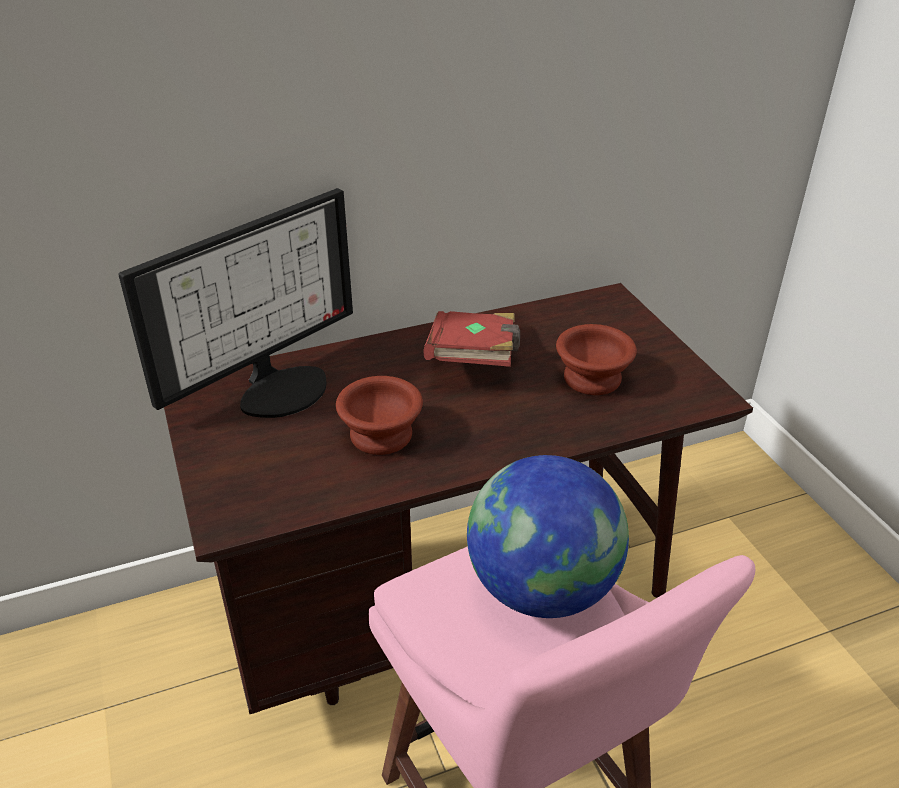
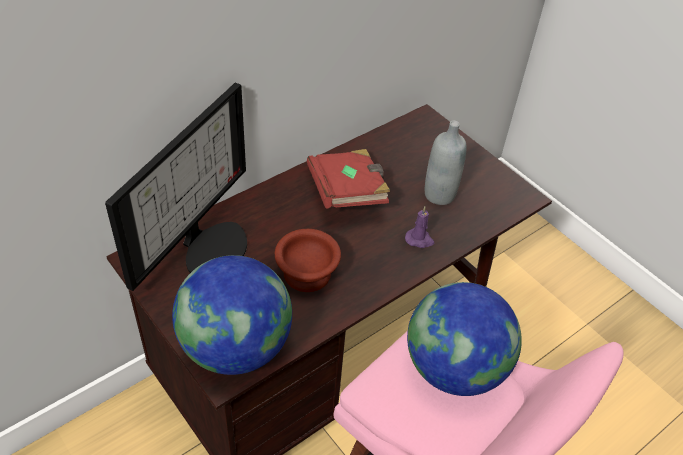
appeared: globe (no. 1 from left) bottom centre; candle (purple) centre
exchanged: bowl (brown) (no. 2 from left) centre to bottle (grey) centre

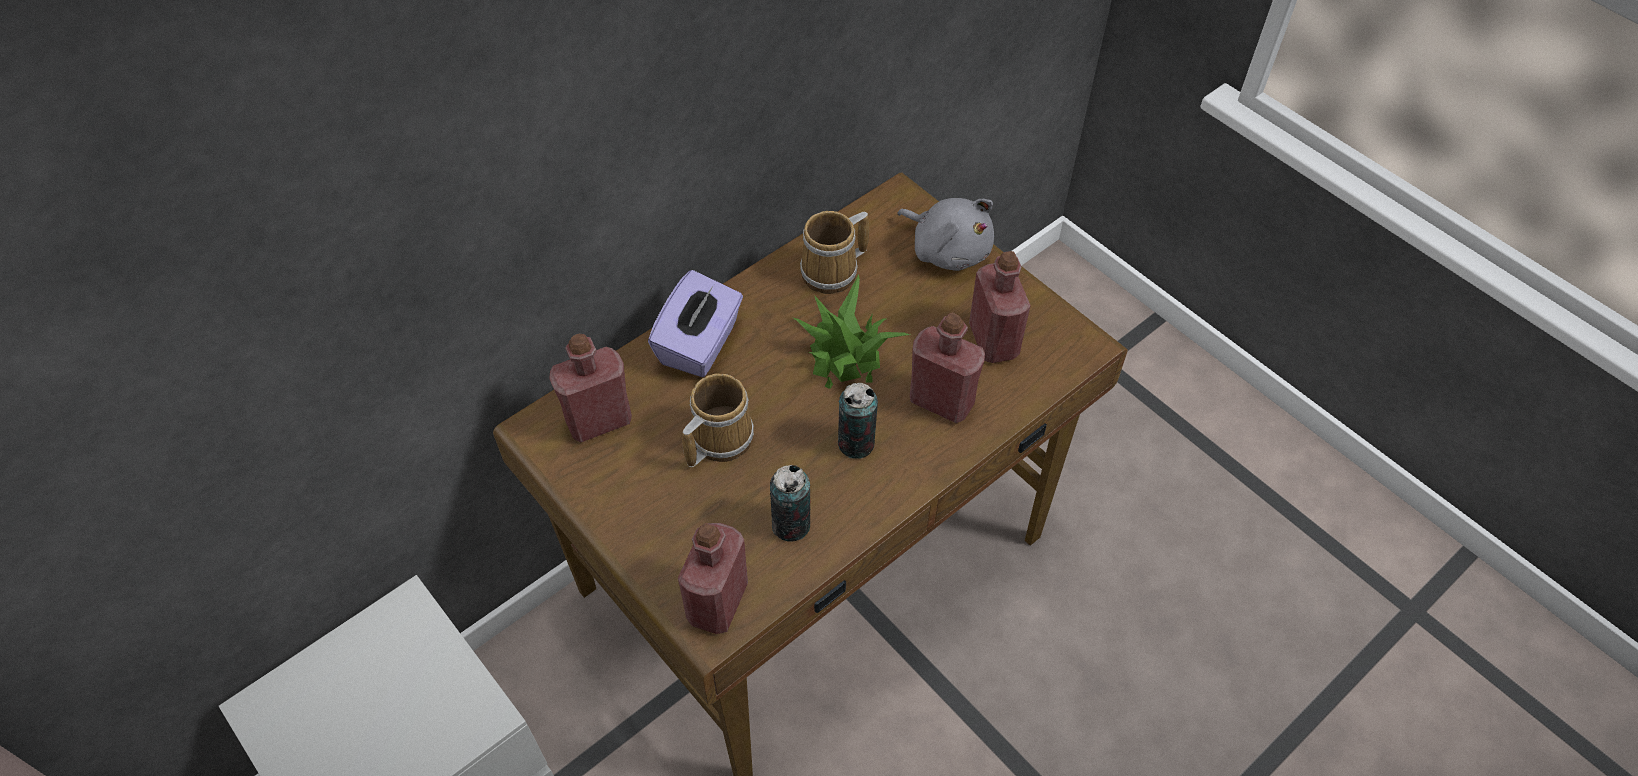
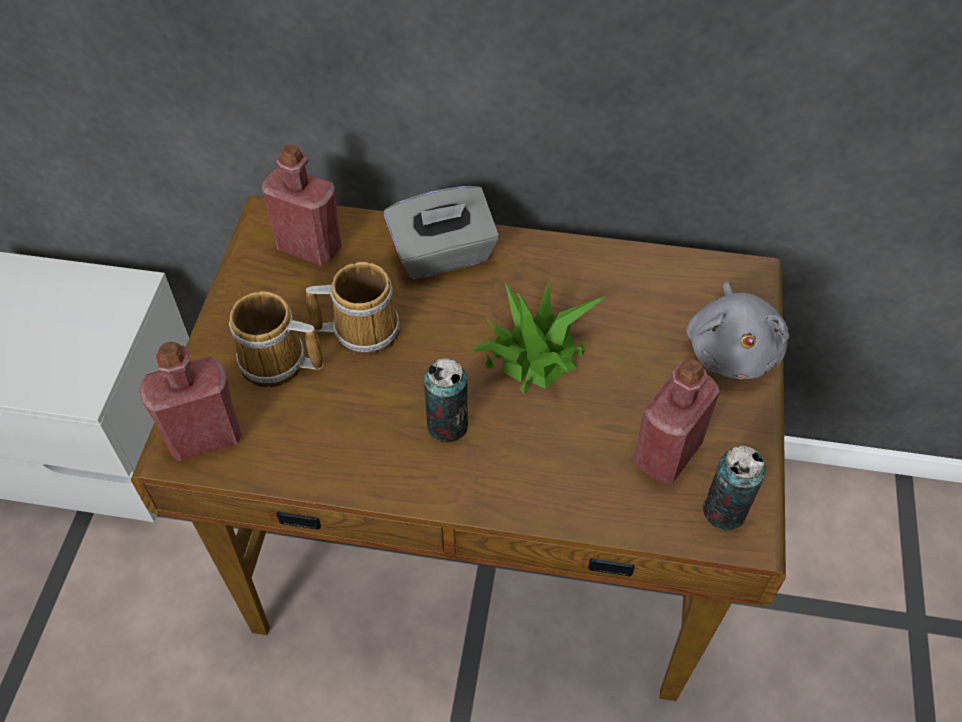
missing: bottle (red) (no. 3 from left) centre
relocated: can (no. 1 from left in the first image) centre to can (no. 2 from left) bottom right; mug (no. 2 from left in the first image) top centre to mug (no. 1 from left) middle left
colour: tissue box (purple) centre to tissue box (grey) top centre

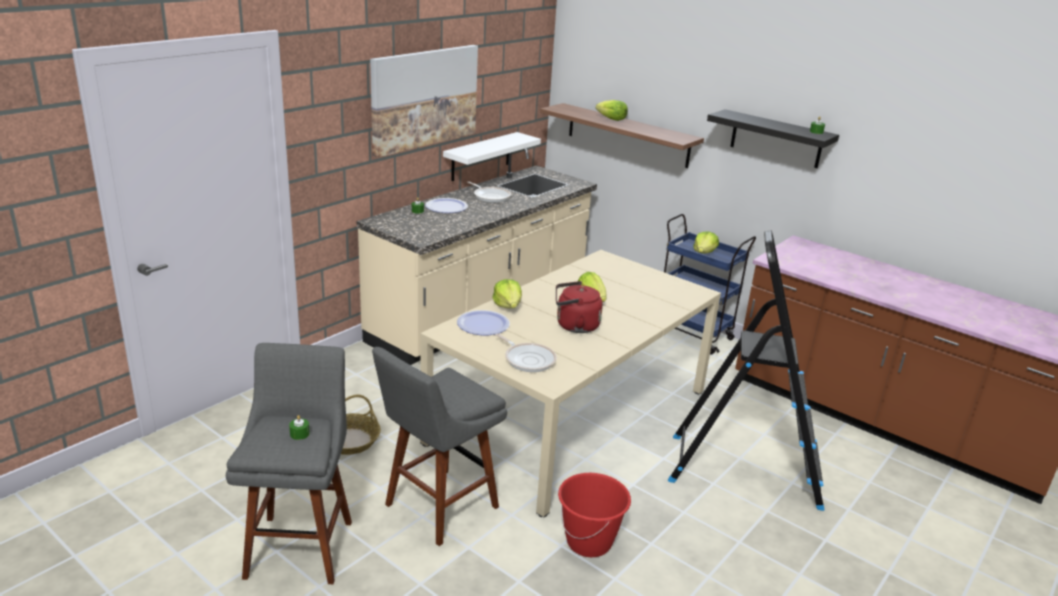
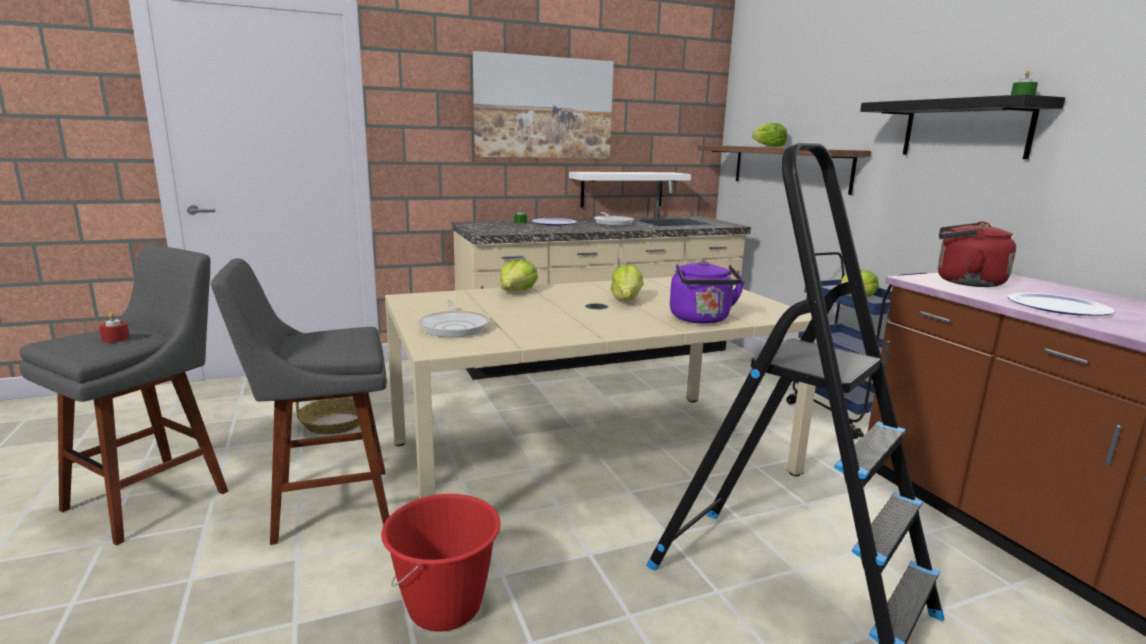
appeared: kettle (purple) centre
relocated: plate (no. 2 from left) centre to middle right; kettle (red) centre to middle right
colour: candle (green) (no. 1 from left) bottom left to candle (red) middle left

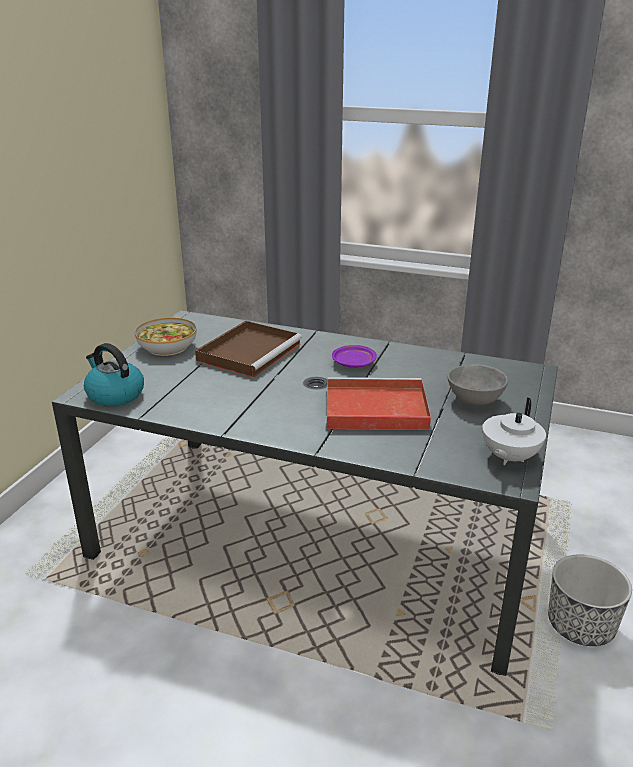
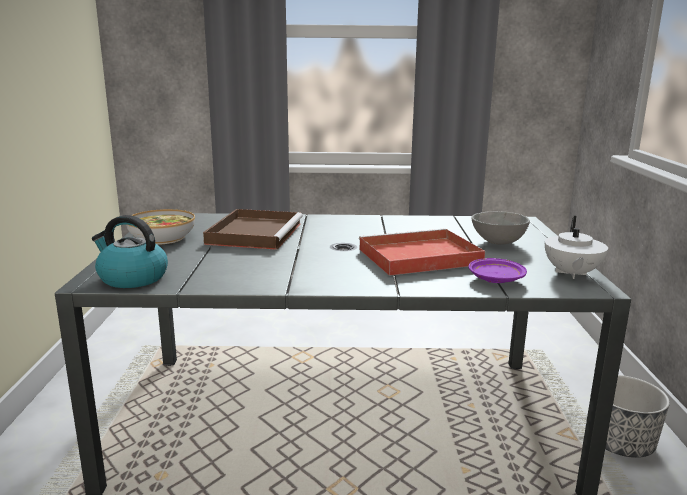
relocated: plate (purple) centre to middle right

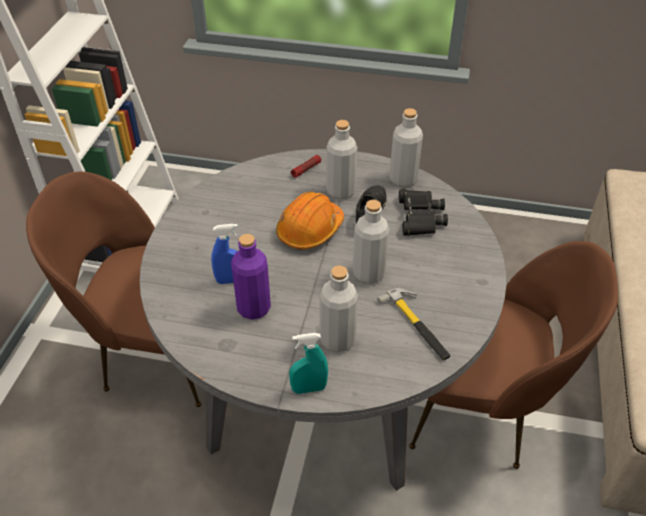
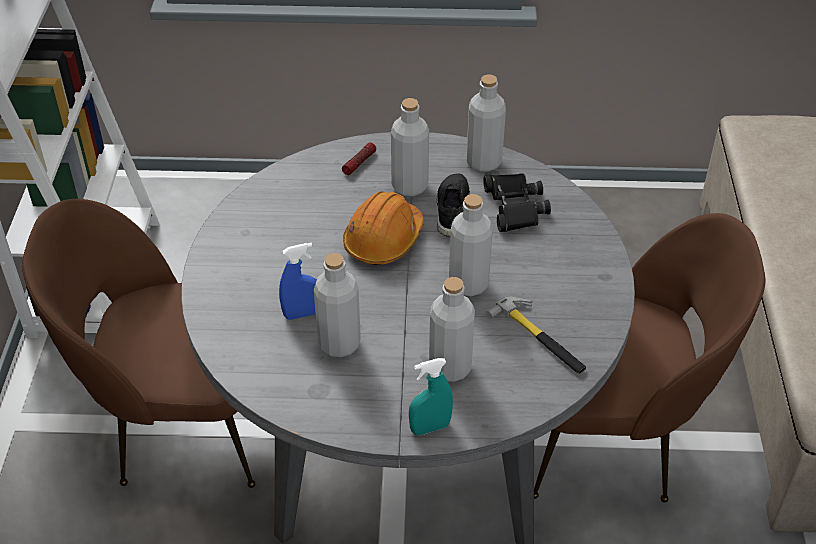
colour: bottle (purple) centre to bottle (grey) (no. 1 from left) centre

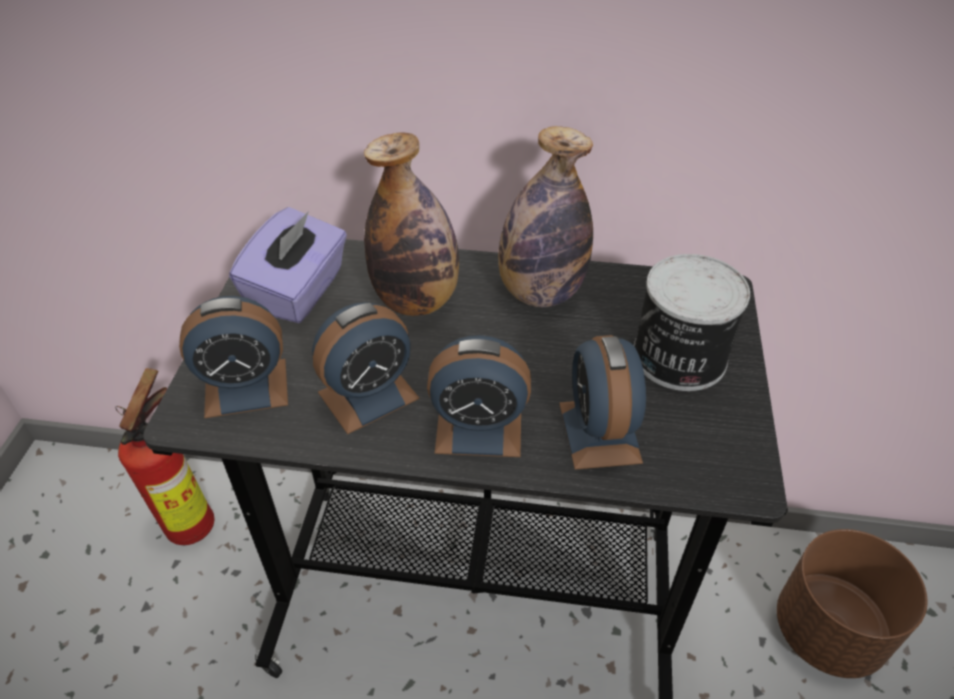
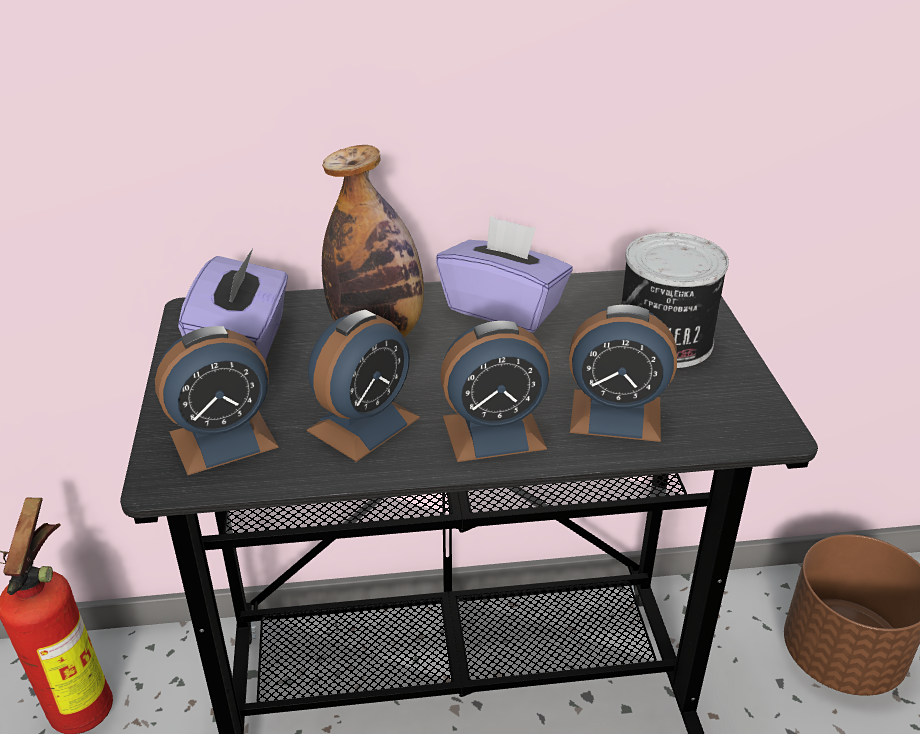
exchanged: bottle (no. 2 from left) top centre to tissue box (purple) (no. 2 from left) centre
spun: alarm clock (no. 4 from left) centre = middle right 60 degrees counterclockwise

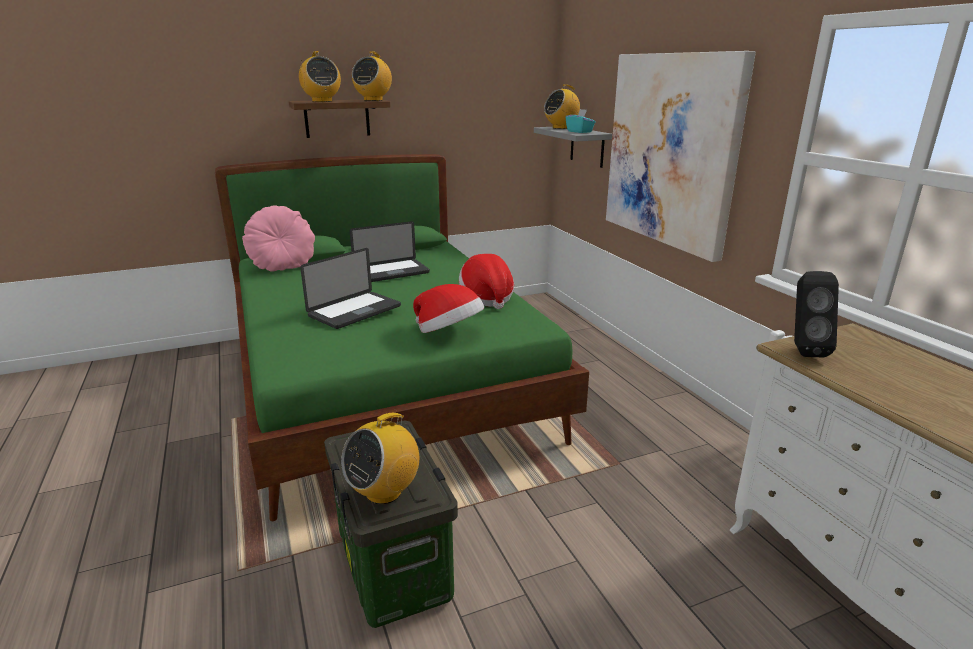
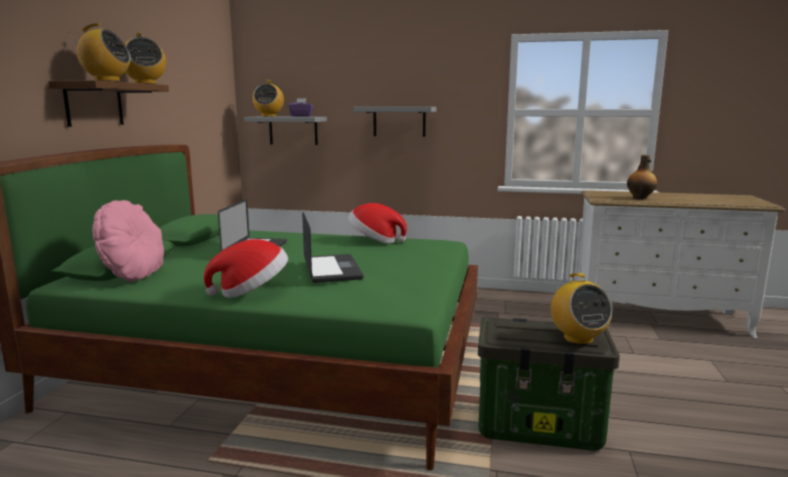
missing: speaker (black) middle right
appeared: bottle middle right
relocated: hat (no. 1 from left) centre to middle left
exchanged: picture top right to shelf (grey) (no. 2 from left) top centre
colour: tissue box (turquoise) top centre to tissue box (purple) top centre

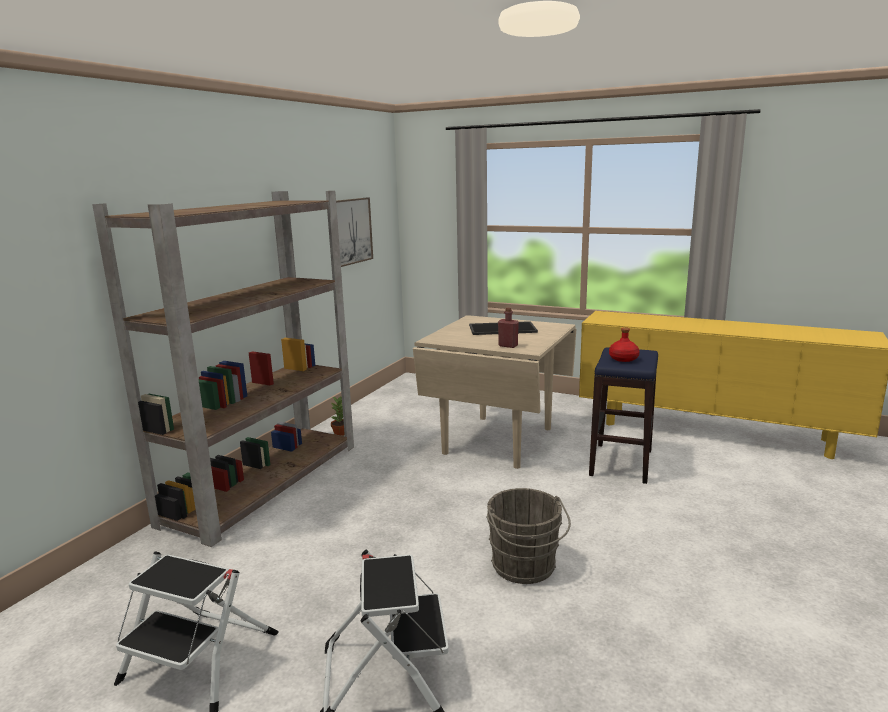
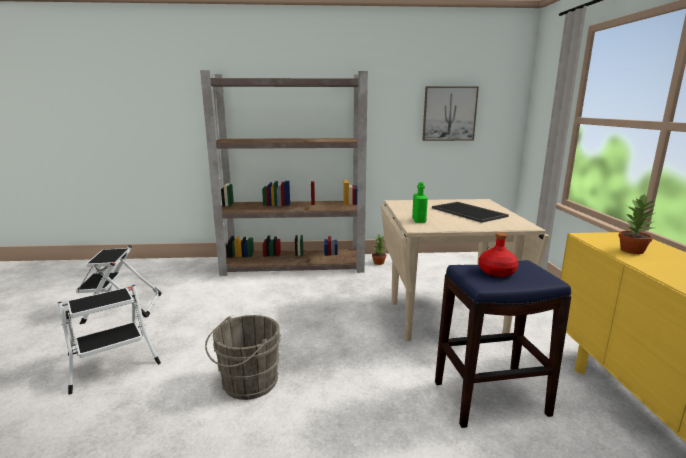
appeared: potted plant (no. 2 from left) middle right
colour: bottle (red) (no. 1 from left) centre to bottle (green) centre

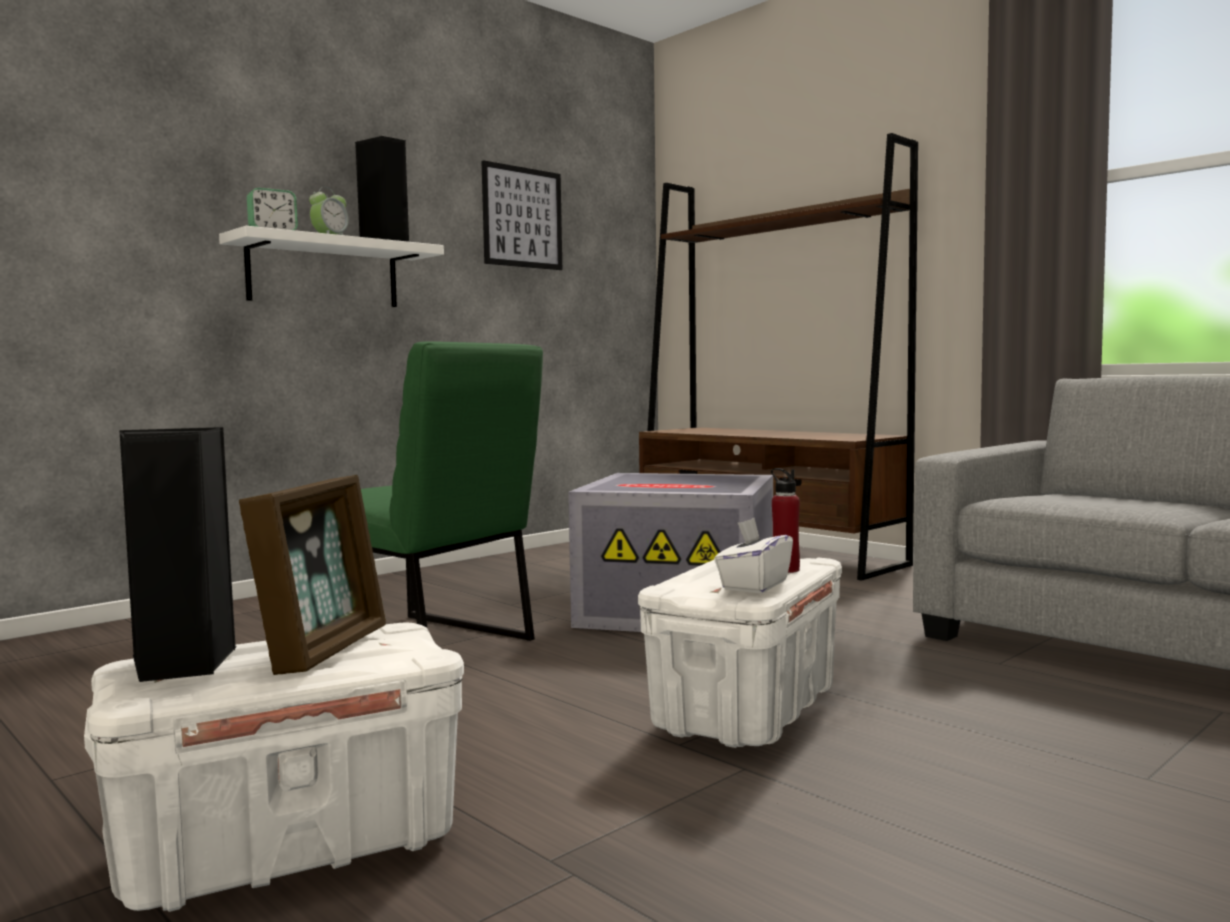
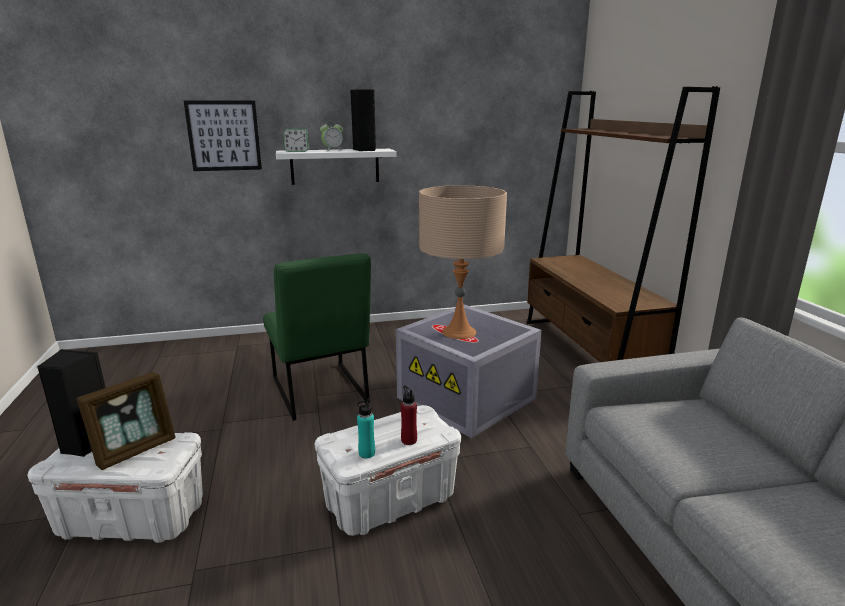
appeared: table lamp (beige) centre
relocated: picture top centre to top left
exchanged: tissue box (white) centre to bottle (turquoise) bottom centre

